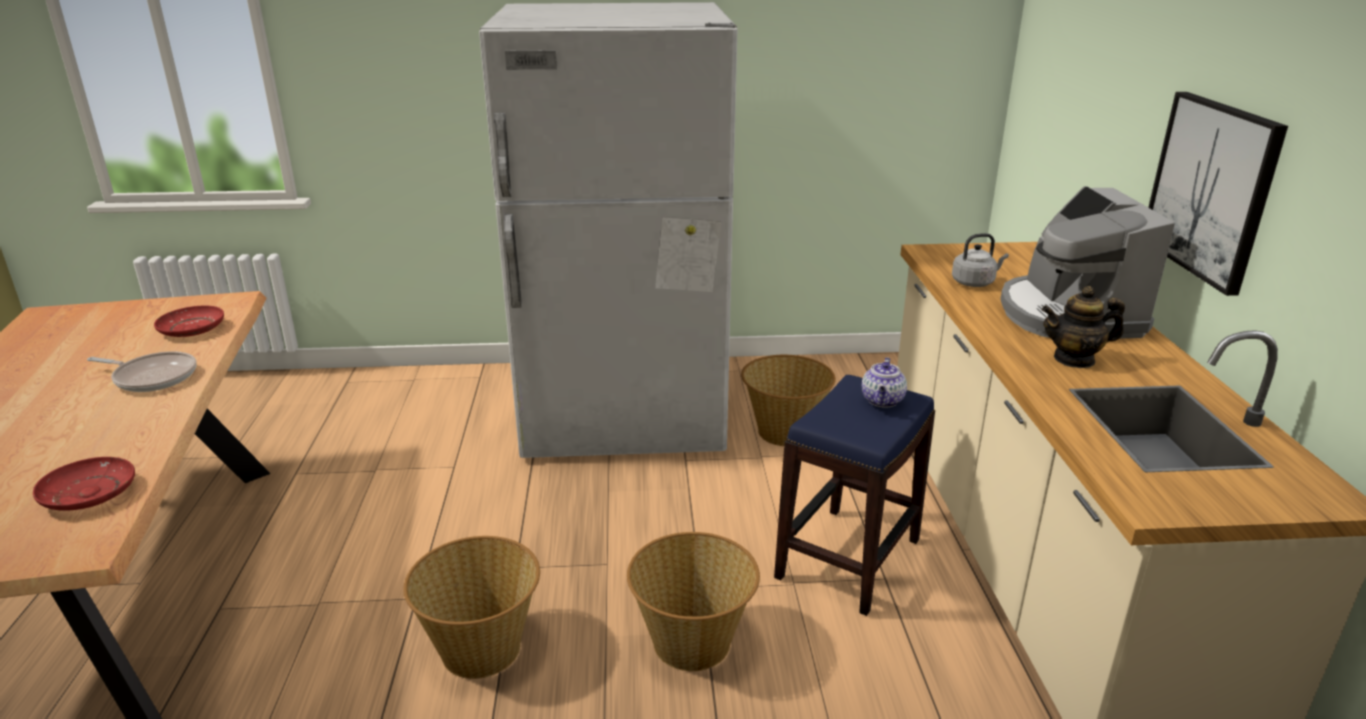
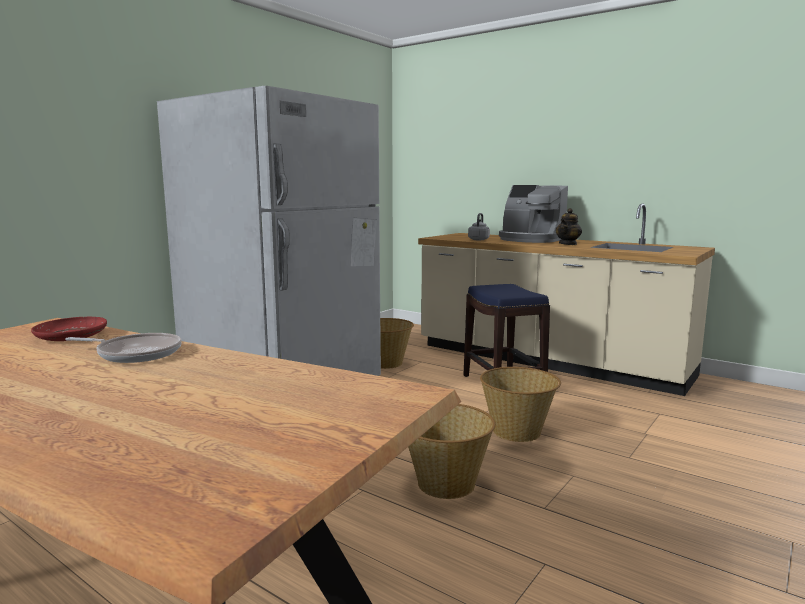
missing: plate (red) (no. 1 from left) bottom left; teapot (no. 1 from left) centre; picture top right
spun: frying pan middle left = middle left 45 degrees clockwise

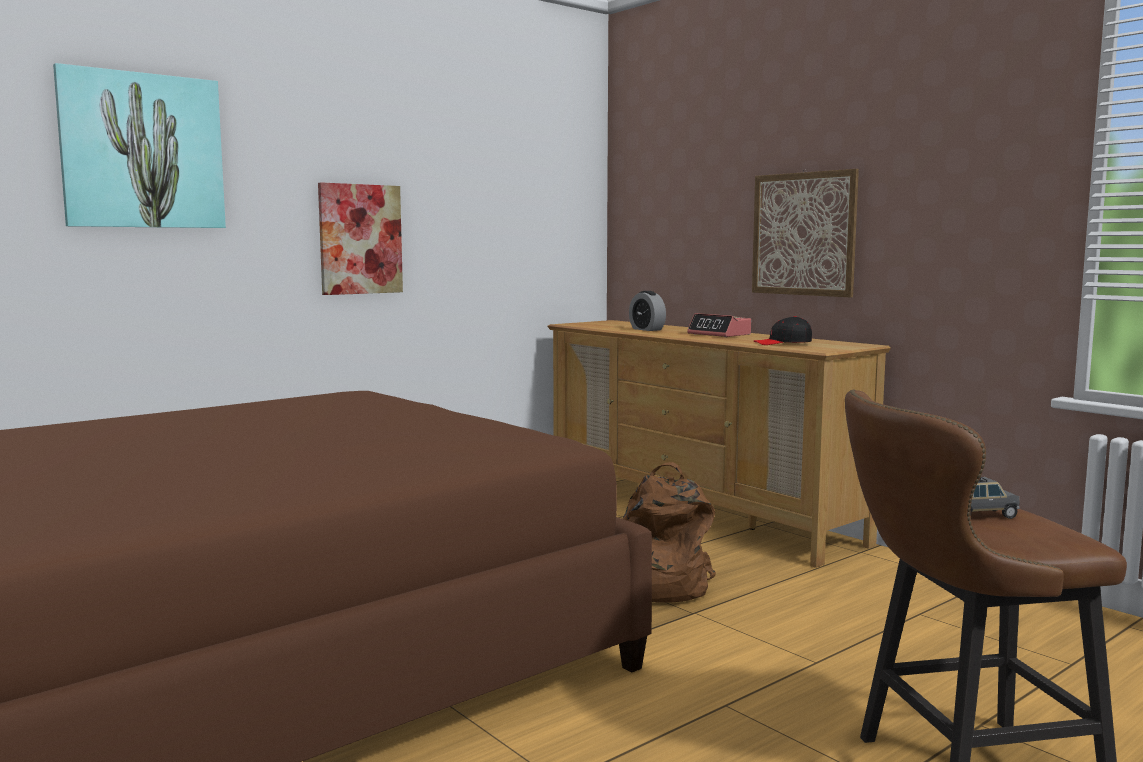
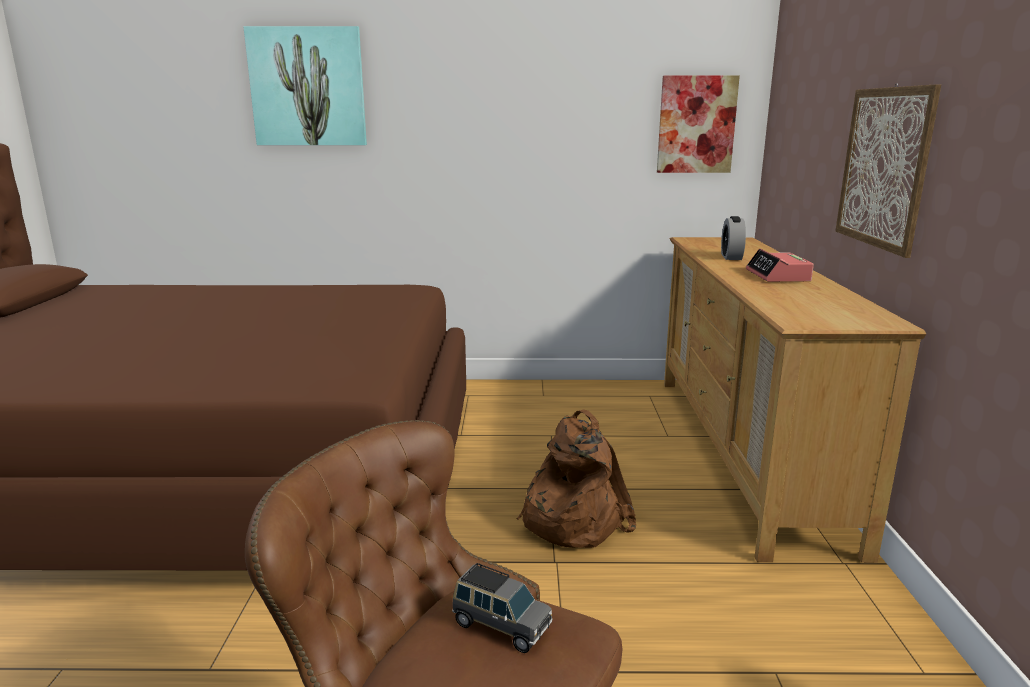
missing: cap (black) middle right
relocated: picture (no. 2 from left) top left to top right

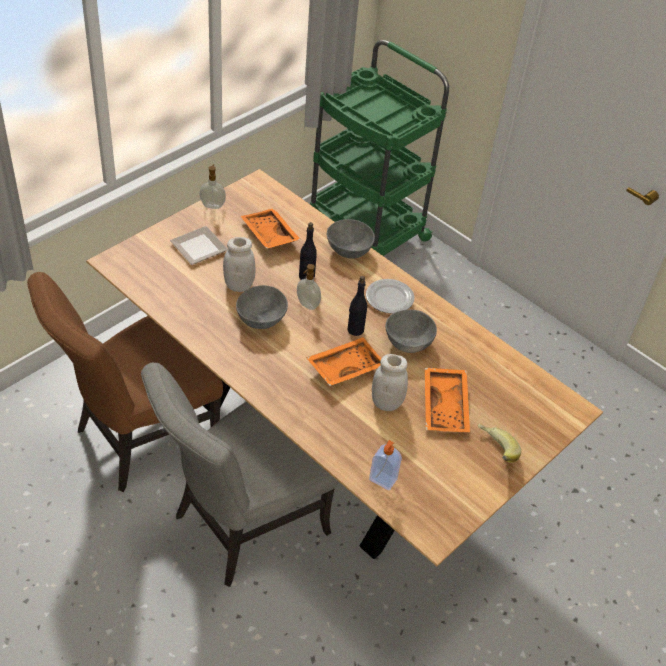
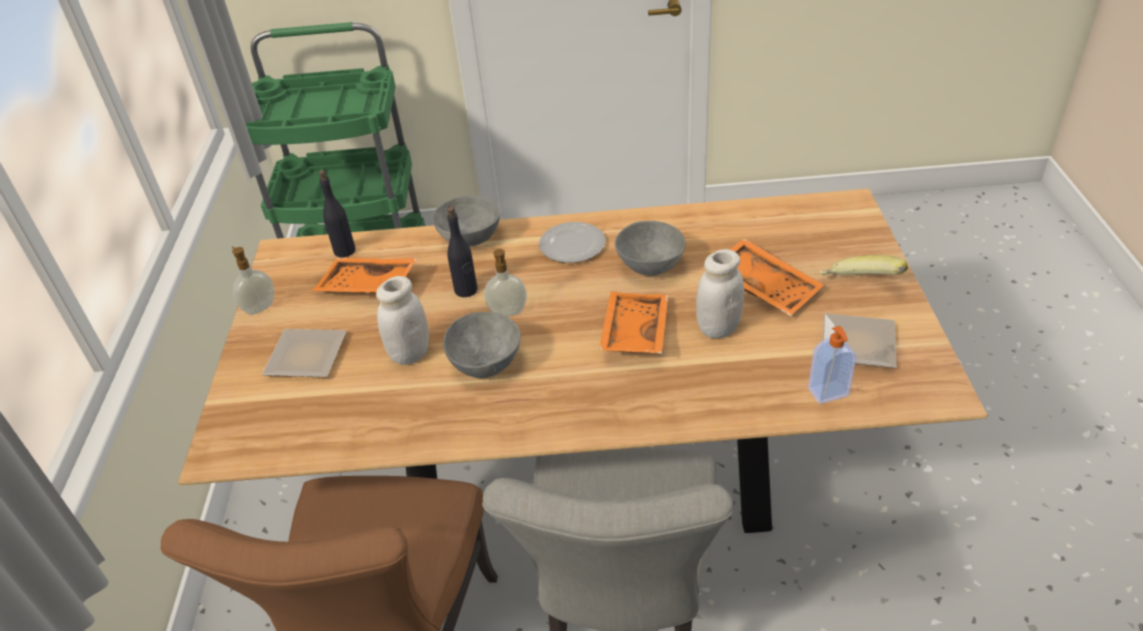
appeared: plate (no. 3 from left) middle right
relocated: bottle (black) (no. 2 from left in the first image) centre to bottle (black) (no. 1 from left) middle left

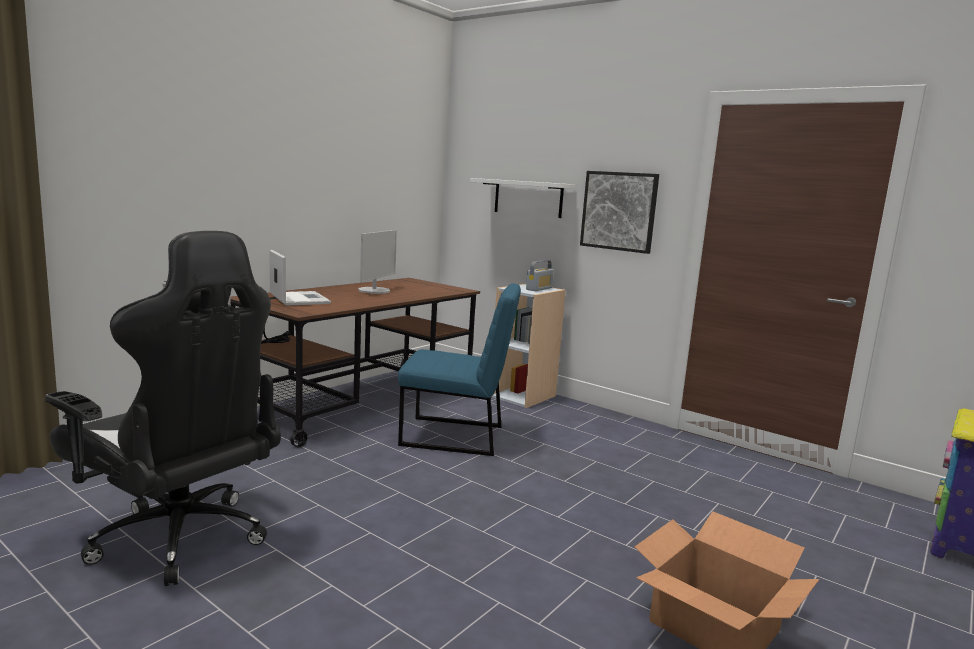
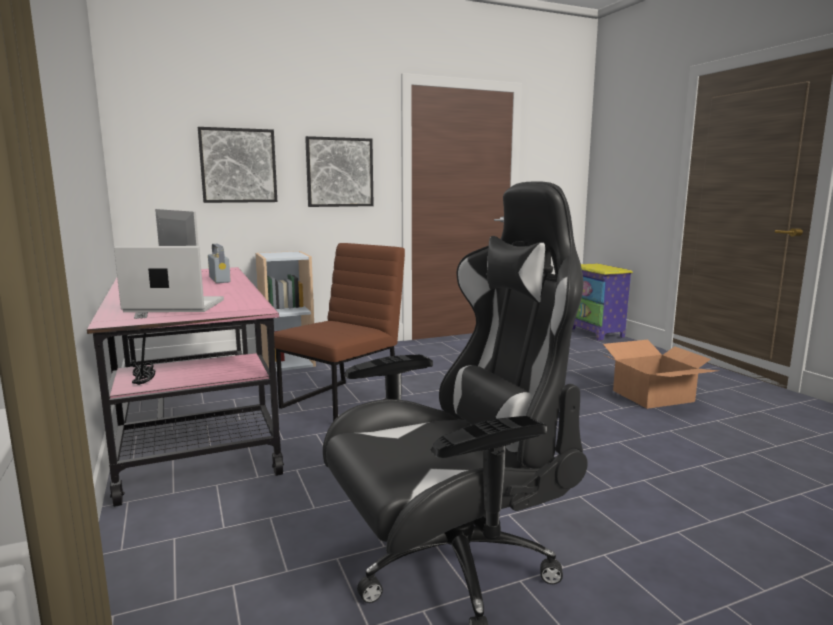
relocated: radio centre to middle left
exchanged: shelf (white) top centre to picture (no. 1 from left) top left
colour: desk (brown) centre to desk (pink) middle left; chair (blue) centre to chair (brown) centre

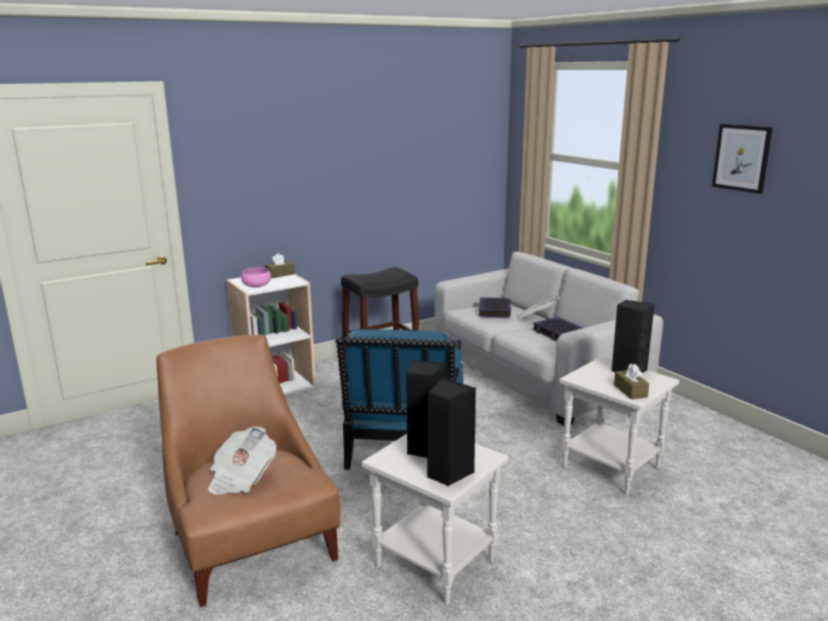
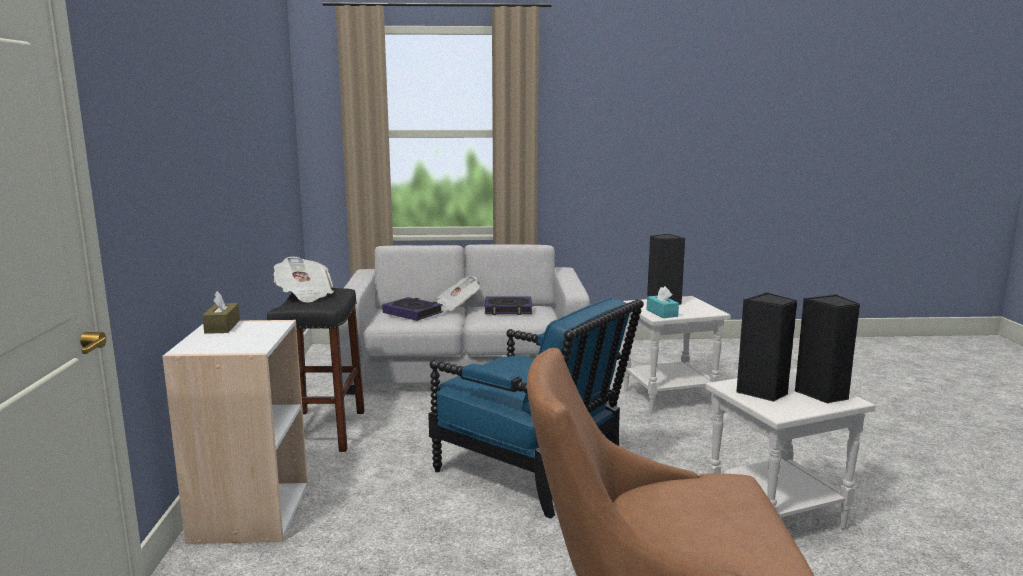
missing: bowl (pink) middle left; tissue box (brown) (no. 2 from left) middle right; picture top right
appeared: tissue box (turquoise) centre
relocated: newspaper (no. 1 from left) bottom left to middle left

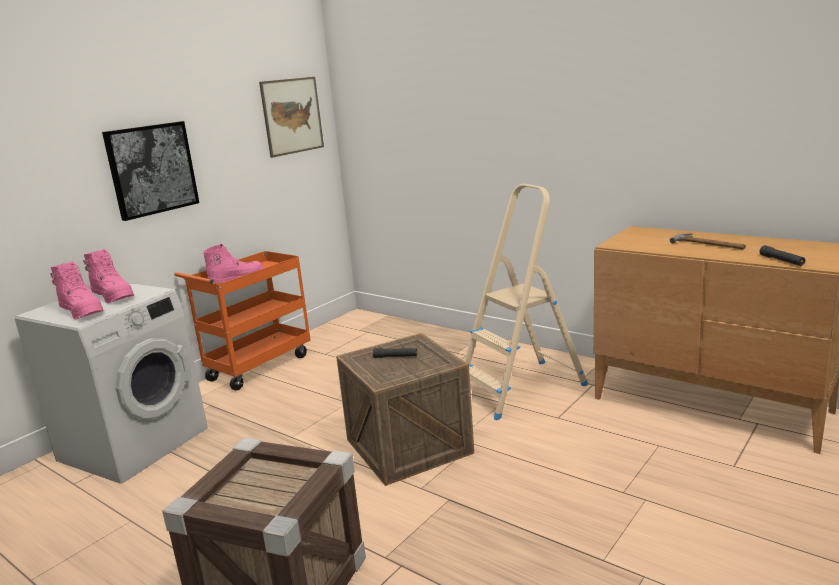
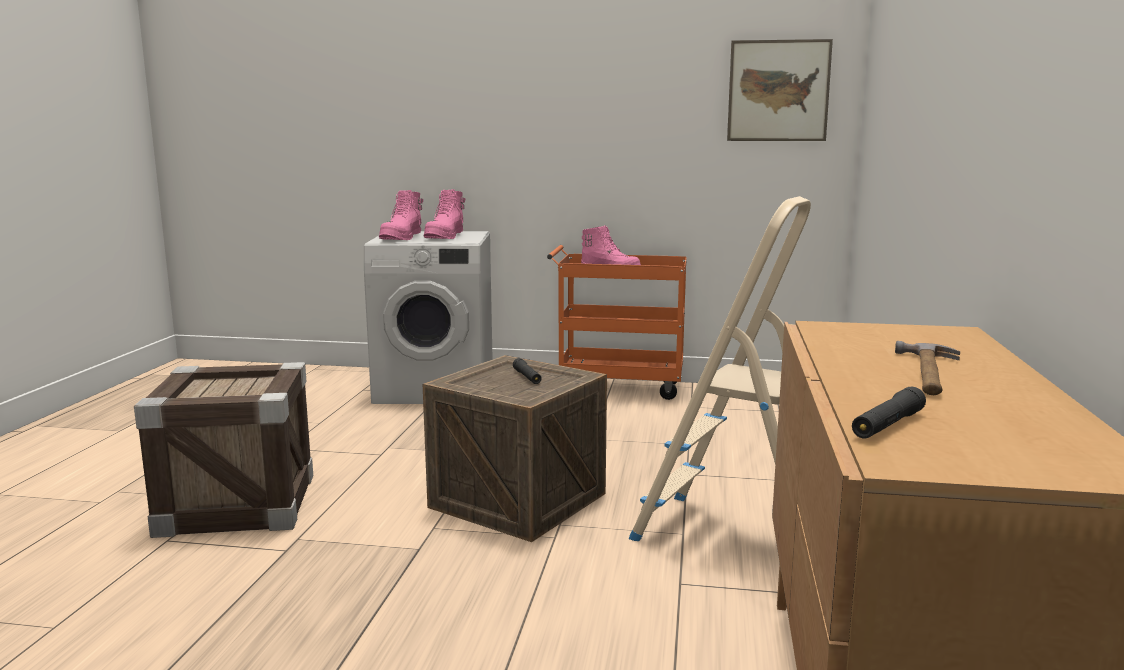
missing: picture (no. 1 from left) top left

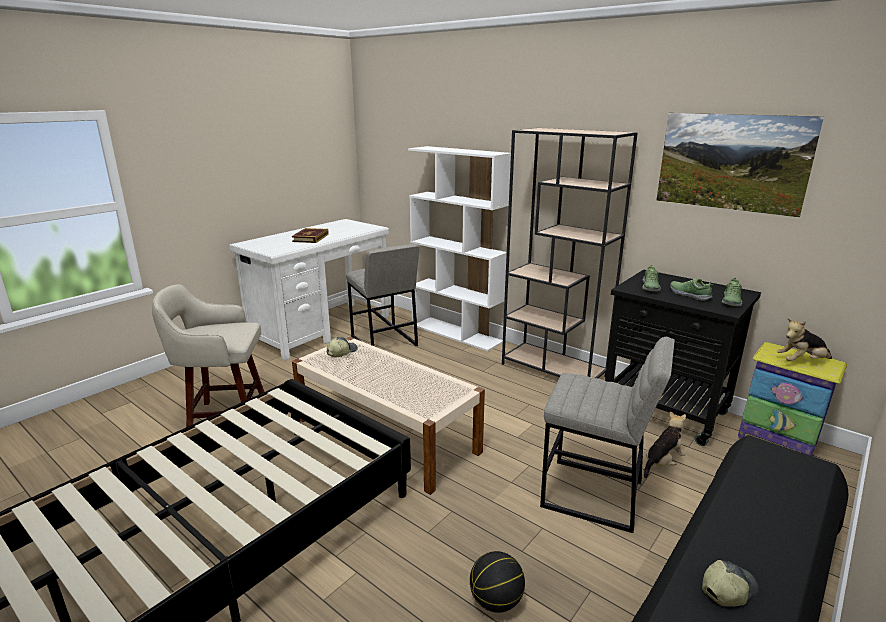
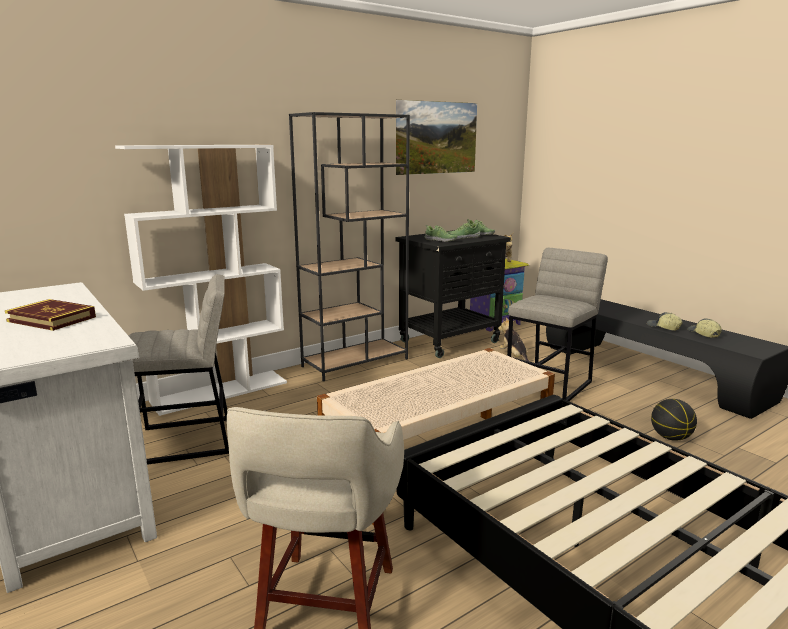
relocated: cap (no. 1 from left) centre to middle right

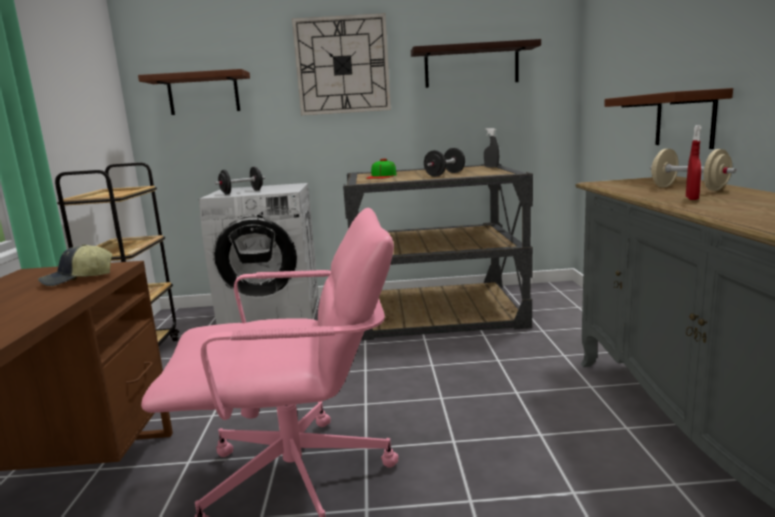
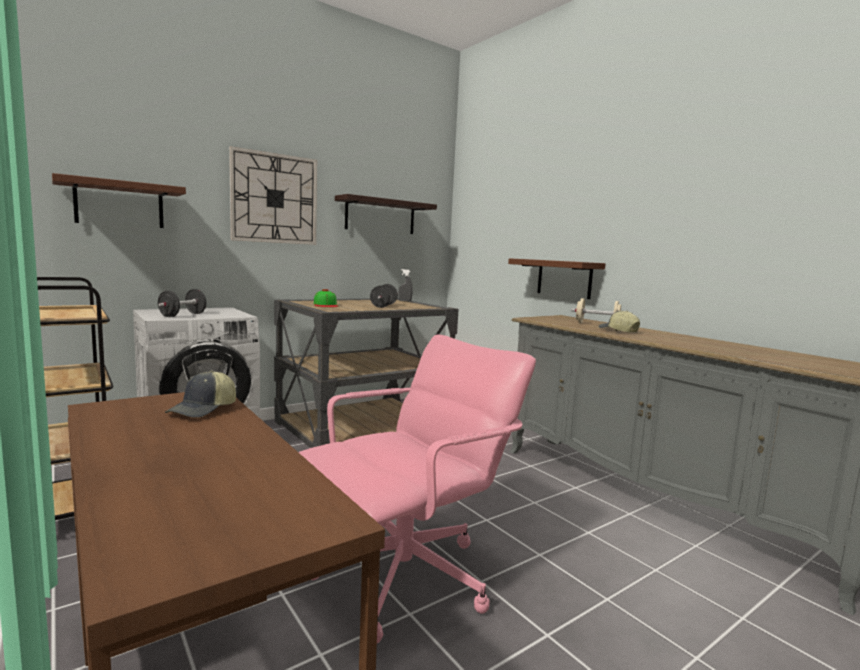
exchanged: spray bottle (red) top right to cap (no. 3 from left) middle right

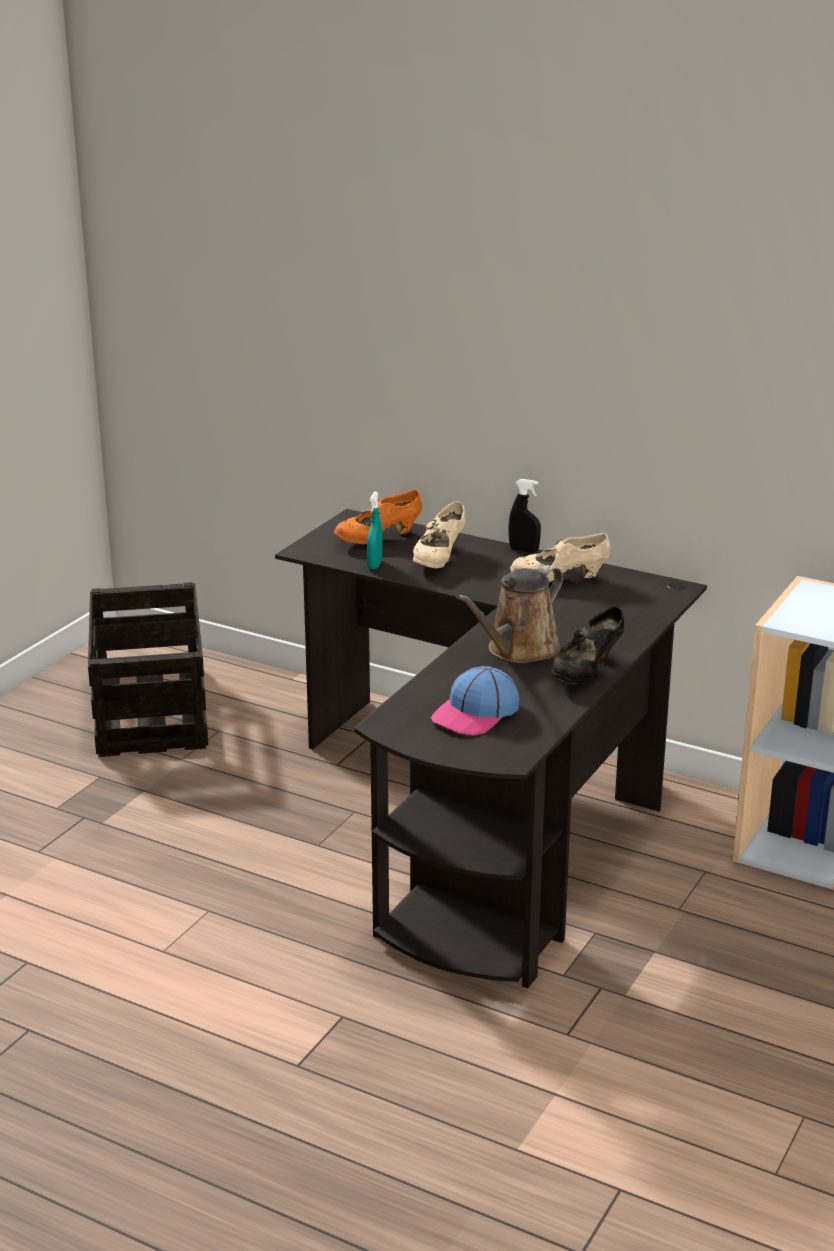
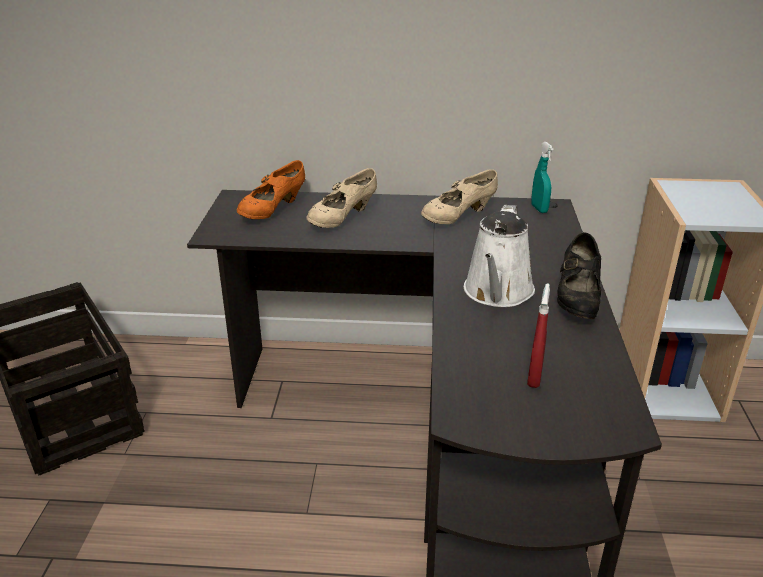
missing: spray bottle (black) centre
relocated: spray bottle (turquoise) centre to top right
exchanged: cap centre to spray bottle (red) middle right
colour: watering can (brown) centre to watering can (white) centre
spun: shoe (beige) (no. 1 from left) centre = centre 45 degrees clockwise

